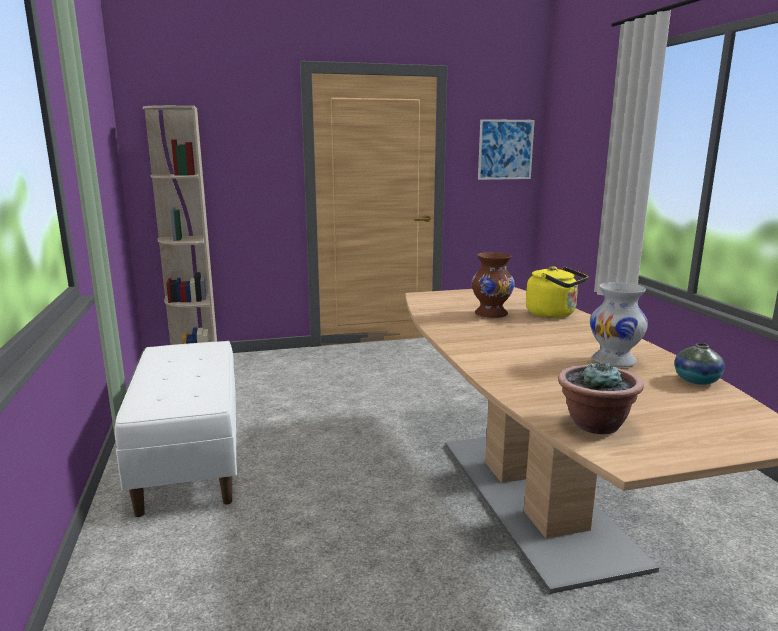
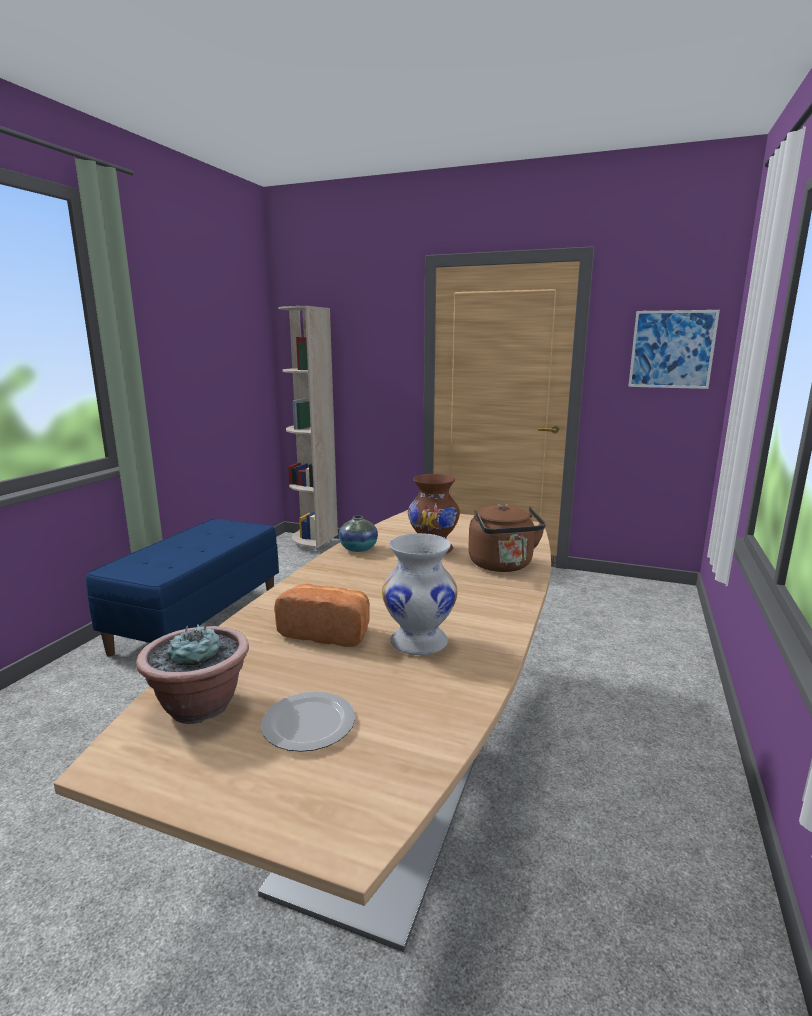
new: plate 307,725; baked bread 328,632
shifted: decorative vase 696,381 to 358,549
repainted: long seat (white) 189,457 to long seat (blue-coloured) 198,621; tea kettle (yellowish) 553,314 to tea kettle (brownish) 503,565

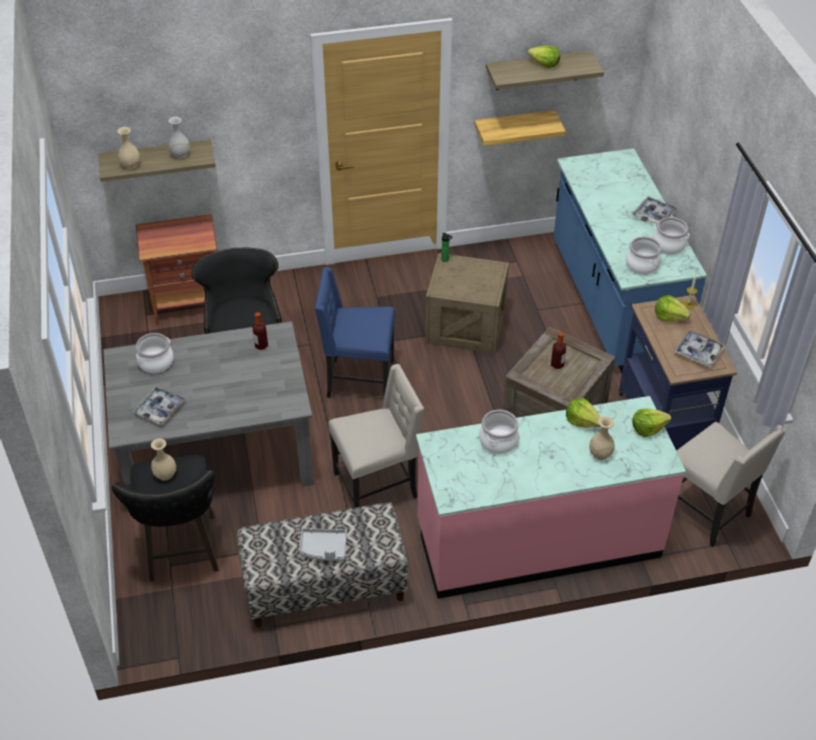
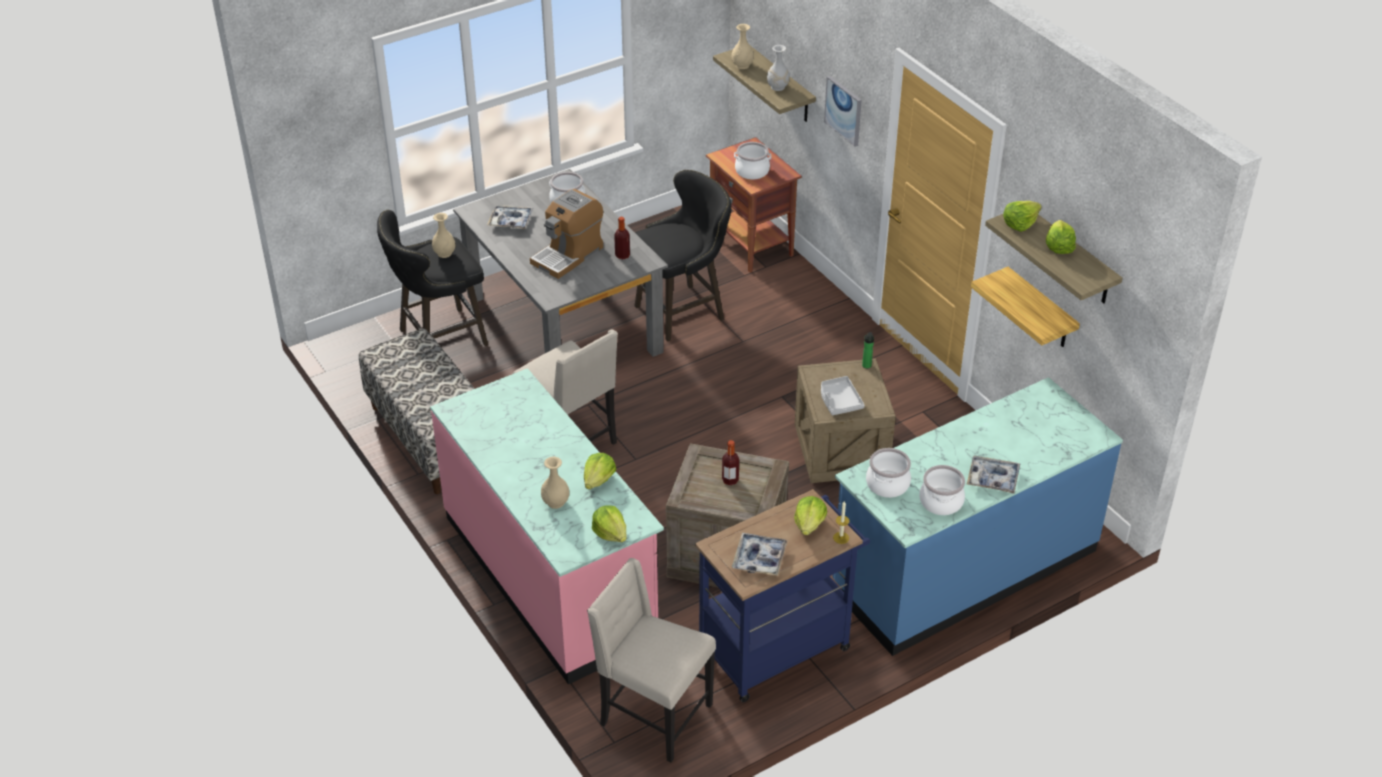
gone: plain chair (blue-coloured) 358,380
new: coffee brewer 568,255; picture 844,110; lettuce 1020,223
shifted: saucepot 498,441 to 752,171; serving tray (greyish) 323,548 to 839,401
rotated: plain chair (beige) 707,512 = 653,716 90 degrees clockwise

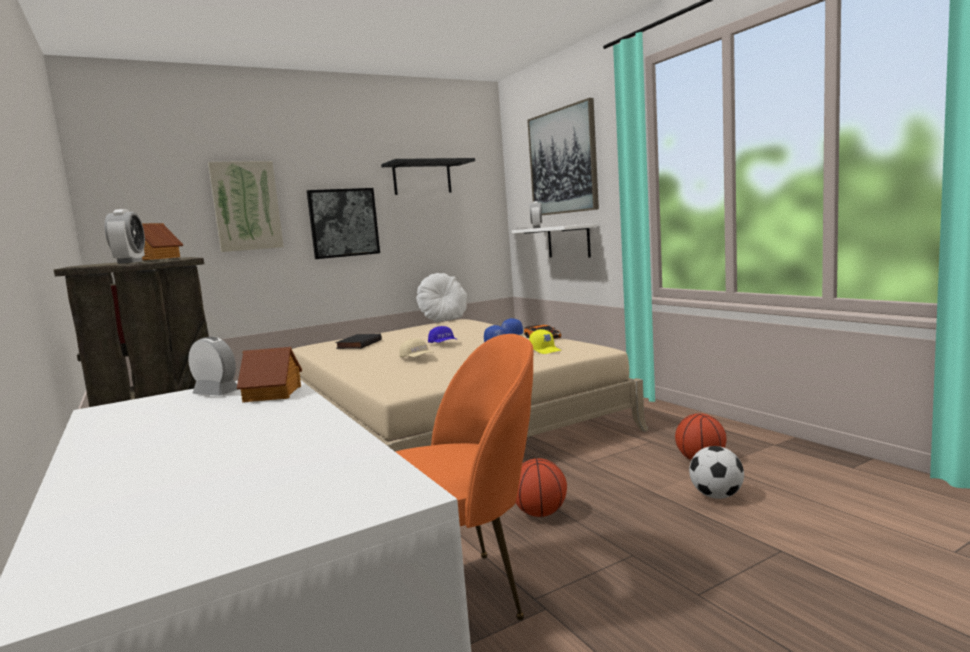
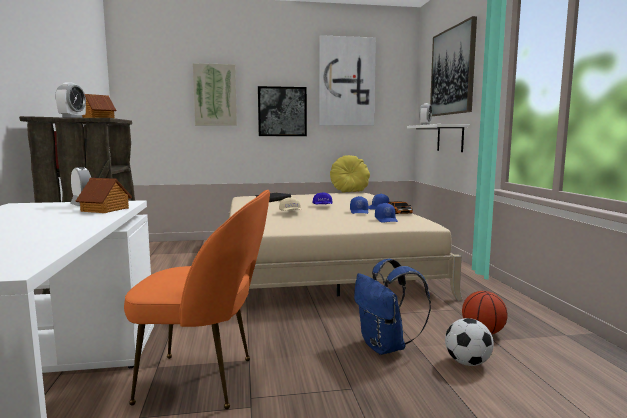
gone: ball for basketball 540,513
new: backpack (blue-coloured) 386,347
swapped: shelf (black) 422,178 to picture 346,82
repainted: throw pillow (white) 443,320 to throw pillow (yellowish) 349,192; cap (yellowish) 545,350 to cap (blue-coloured) 386,220

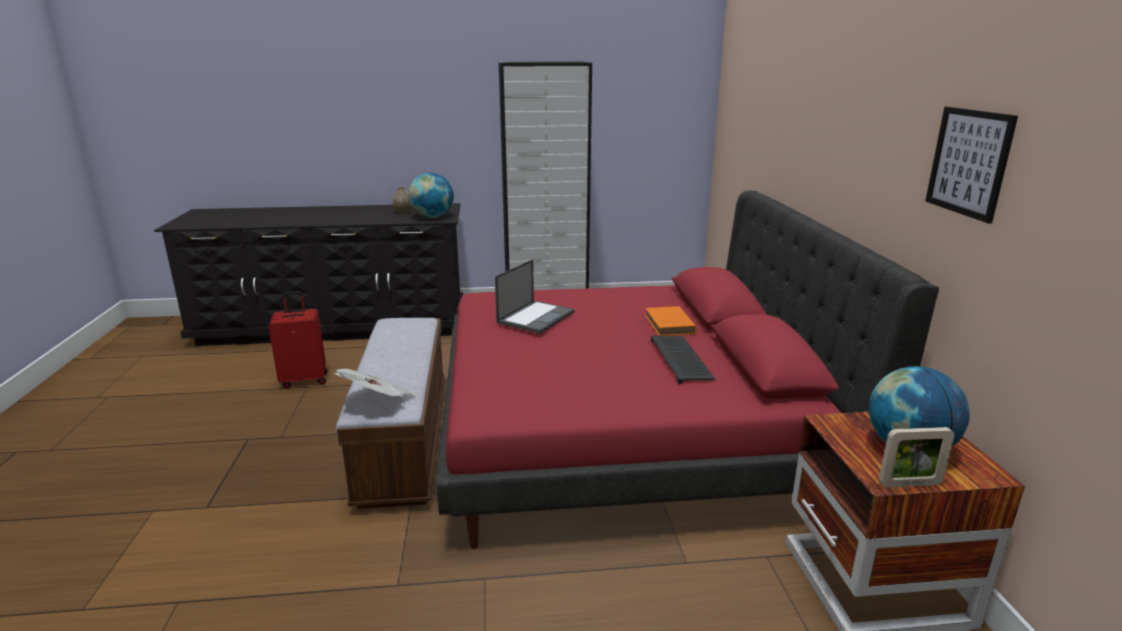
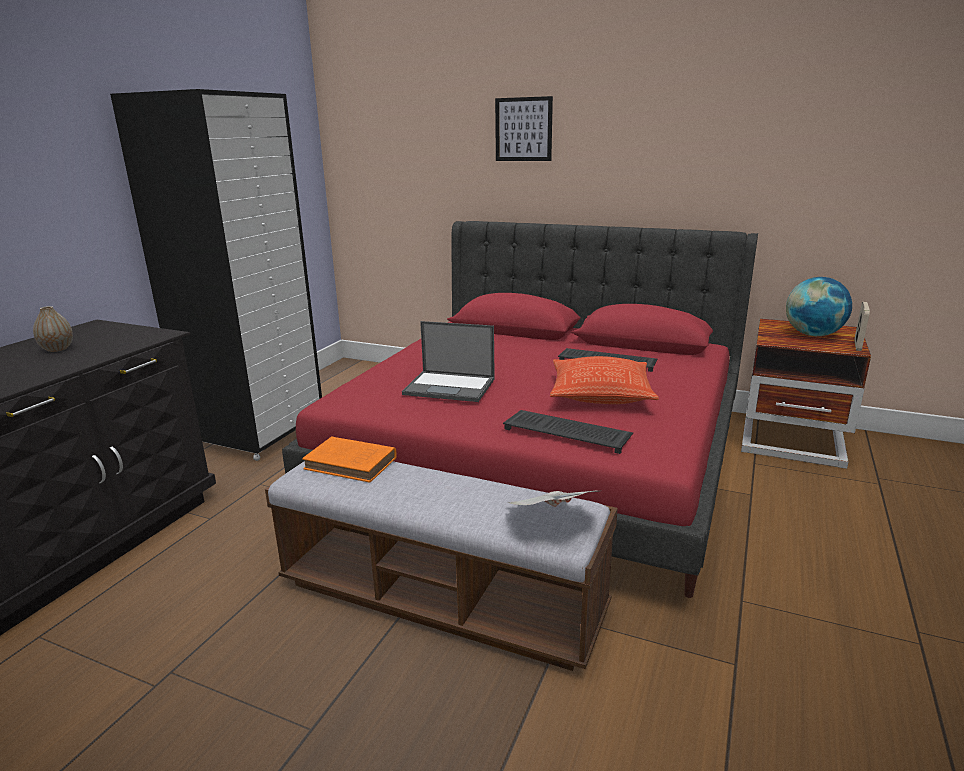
gone: travel case (red) 304,380; globe 432,217
new: keyboard 568,432; throw pillow (orange) 600,395
shifted: book (orange) 670,325 to 353,464; picture 969,162 to 523,129
rotated: portable computer 536,317 = 451,387 135 degrees clockwise

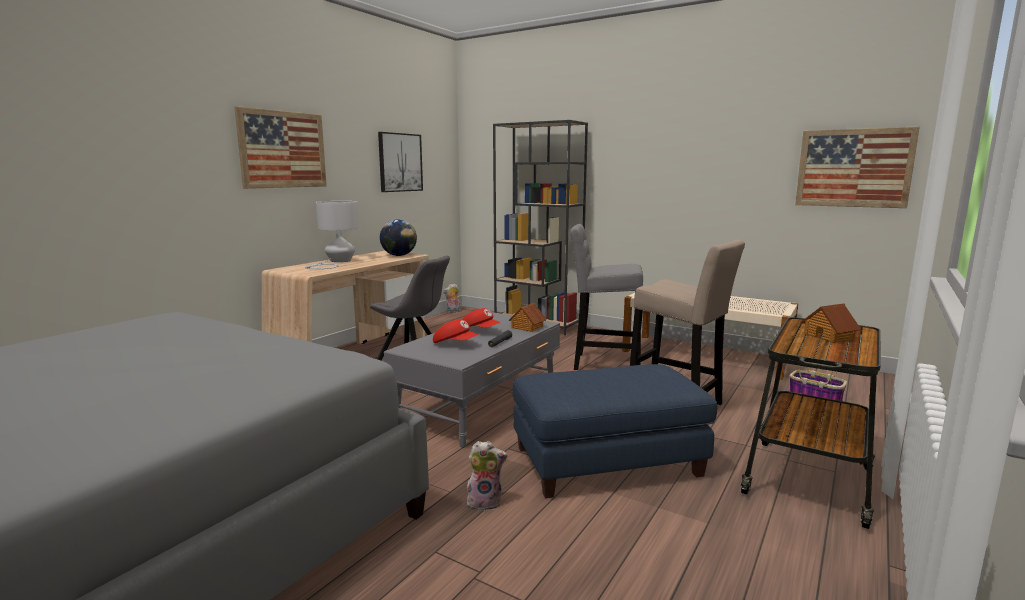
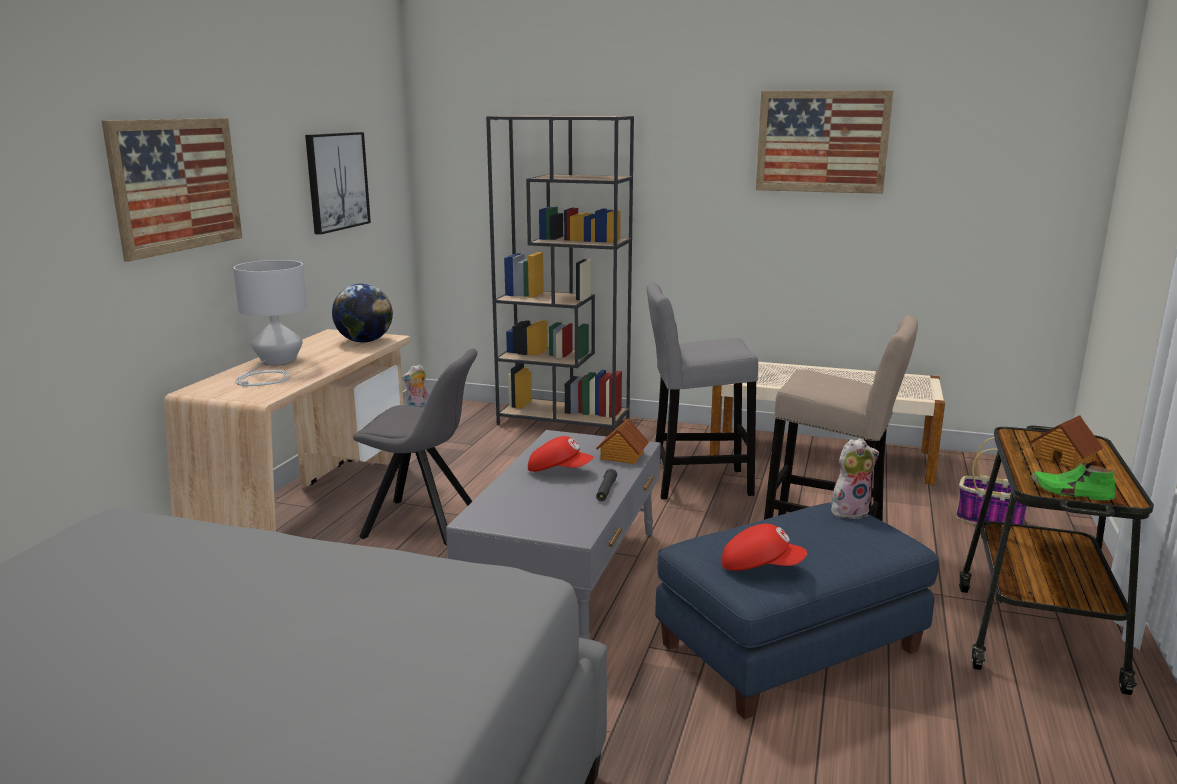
new: shoe (green) 1070,492
shifted: cap (red) 455,344 to 760,566; picture 853,168 to 822,141; soft toy 485,502 to 849,511

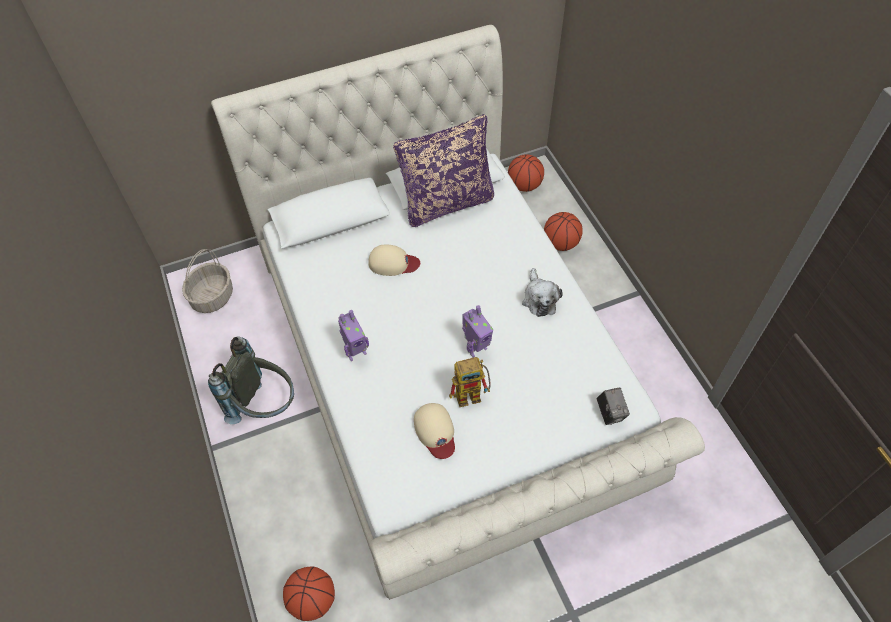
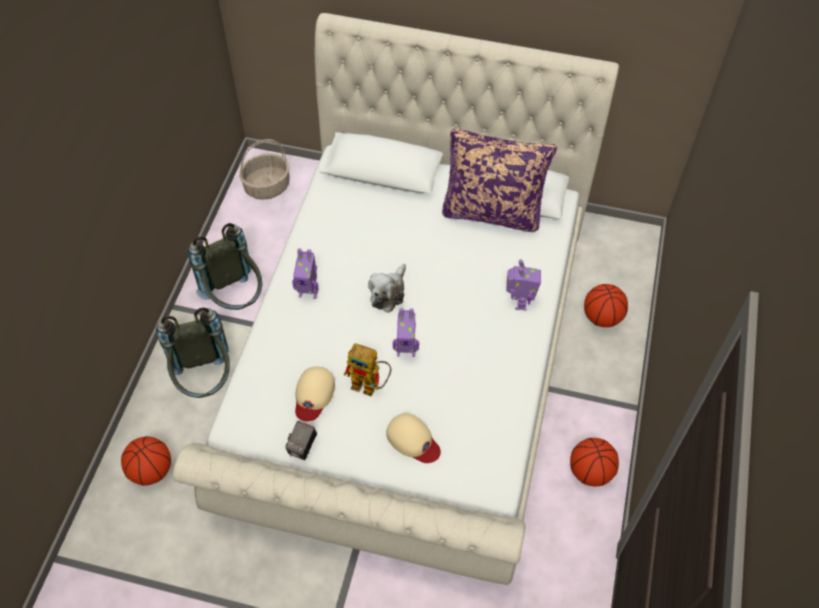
new: backpack (greyish) 205,381; toy robot 519,302
shifted: photo camera 610,413 to 302,447; soft toy 539,299 to 388,293; cap (beige) 393,263 to 413,440; ball for basketball 524,185 to 590,472

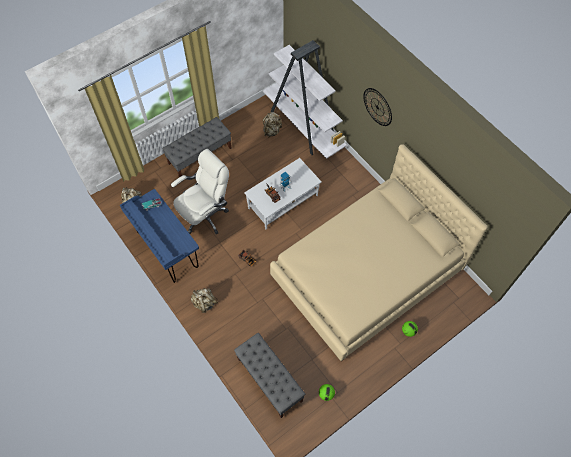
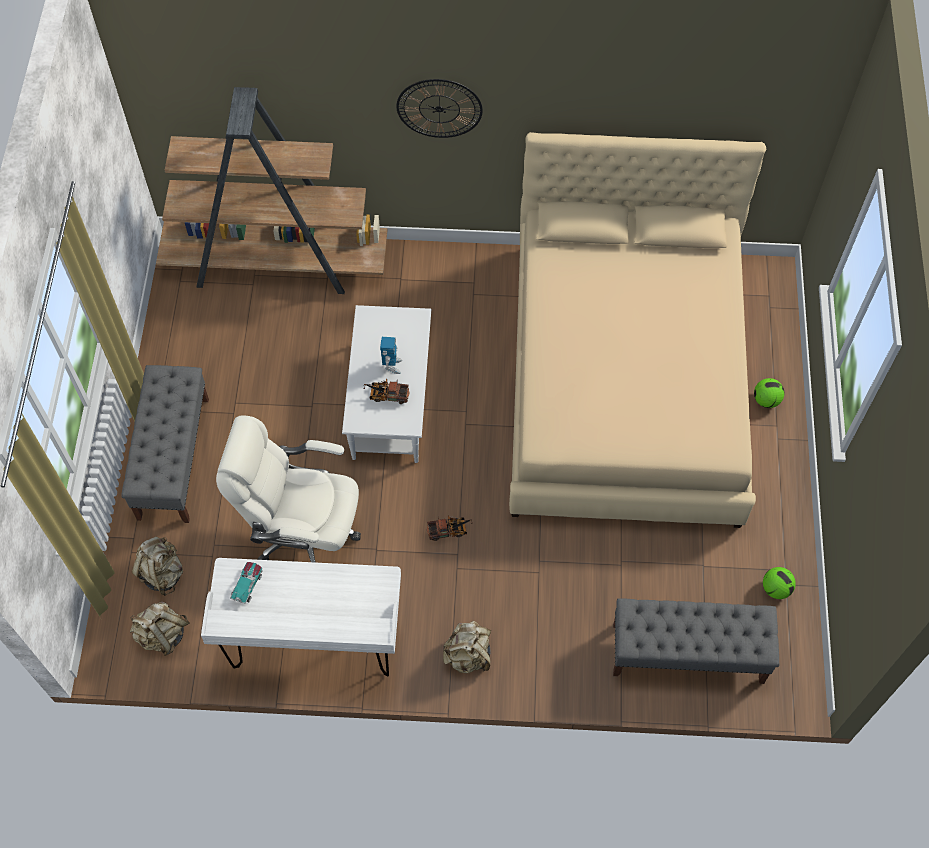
shifted: backpack (beige) 272,130 to 162,573
repainted: bookshelf (white) 303,126 to bookshelf (brownish) 277,264; desk unit (blue-coloured) 167,250 to desk unit (white) 314,644
rotated: computer chair (white) 206,216 = 304,535 75 degrees counterclockwise

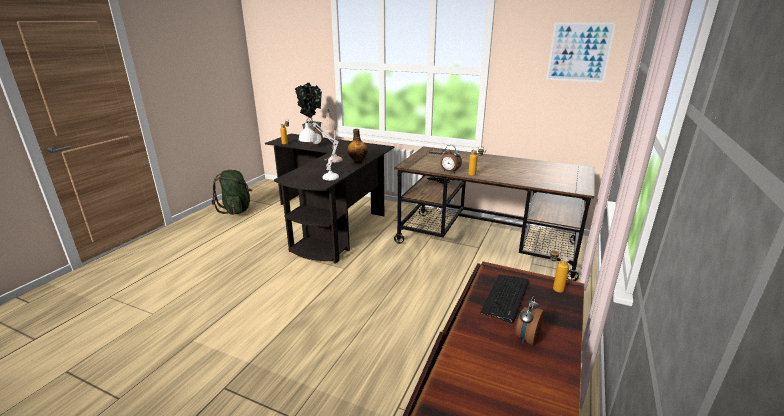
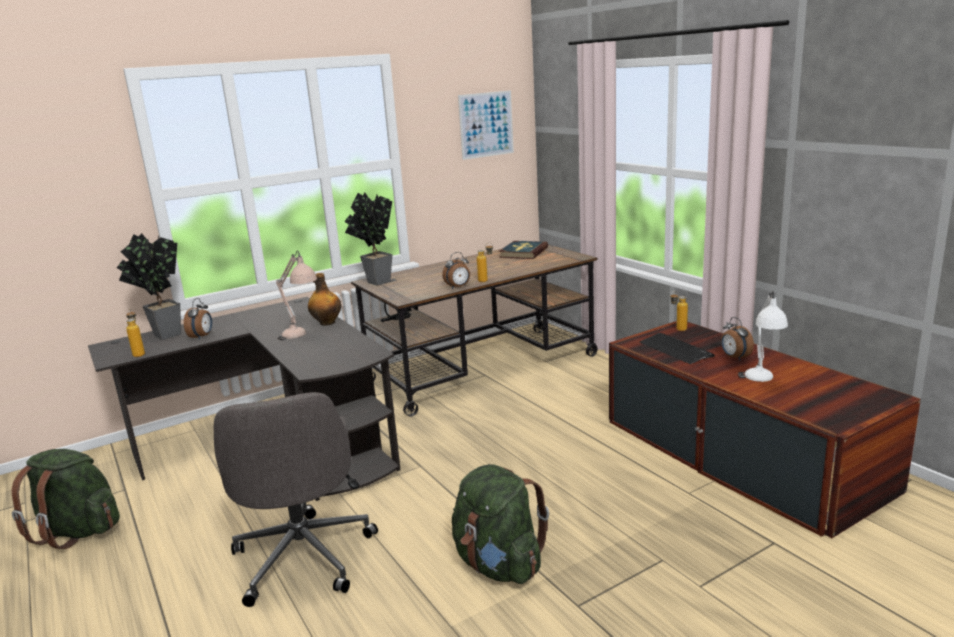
new: computer chair (greyish) 304,558; houseplant 375,282; backpack (green) 499,565; book 523,252
shifted: lamp for a table (white) 321,178 to 761,382

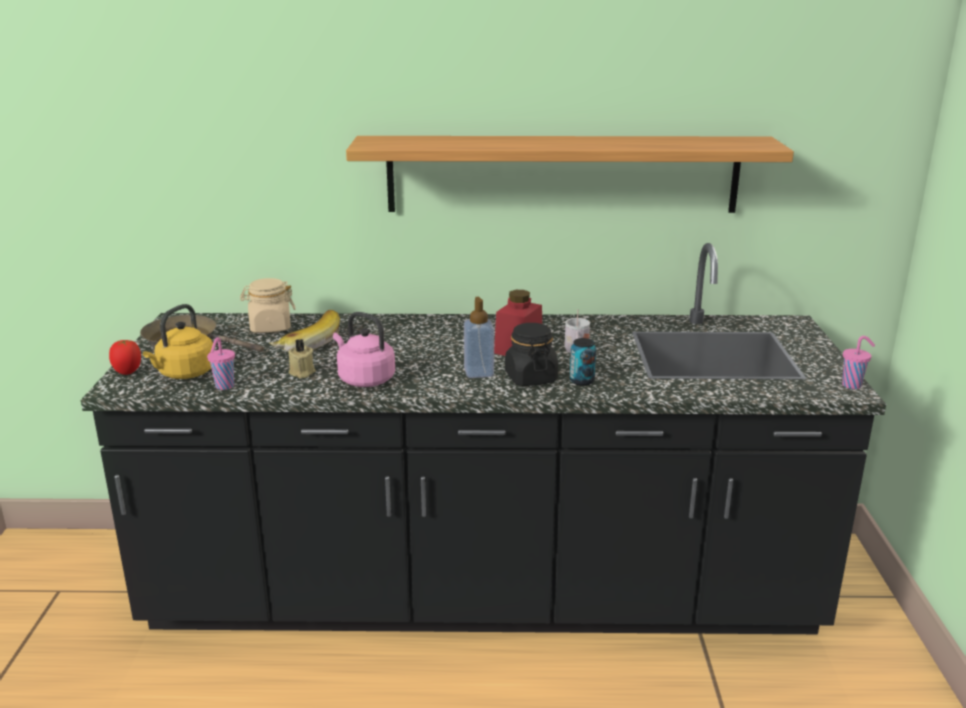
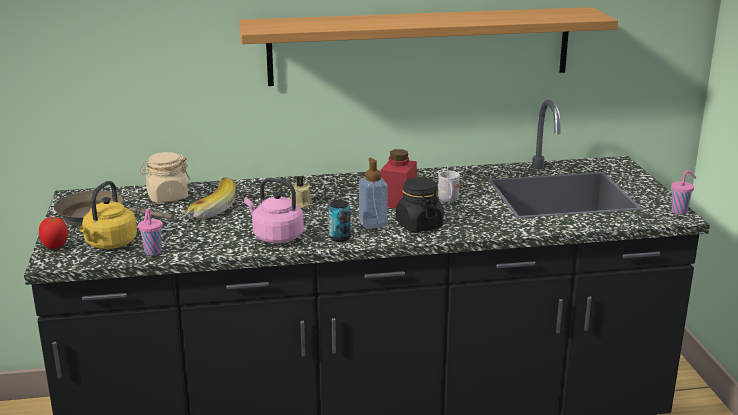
shifted: wax light (beige) 301,373 to 300,204; can 582,381 to 339,238

